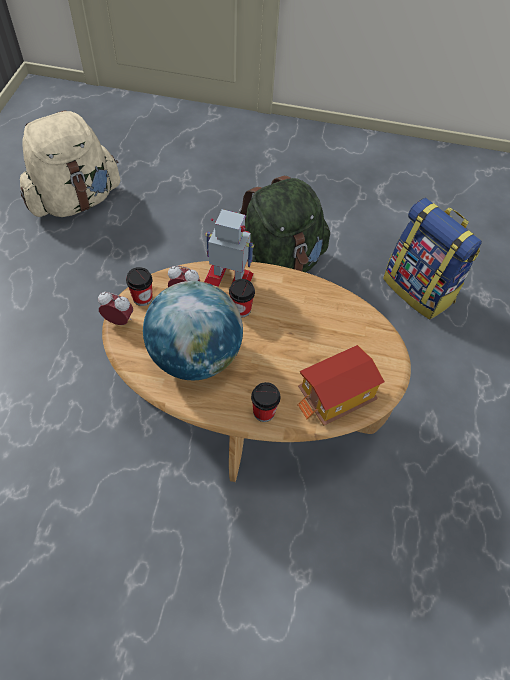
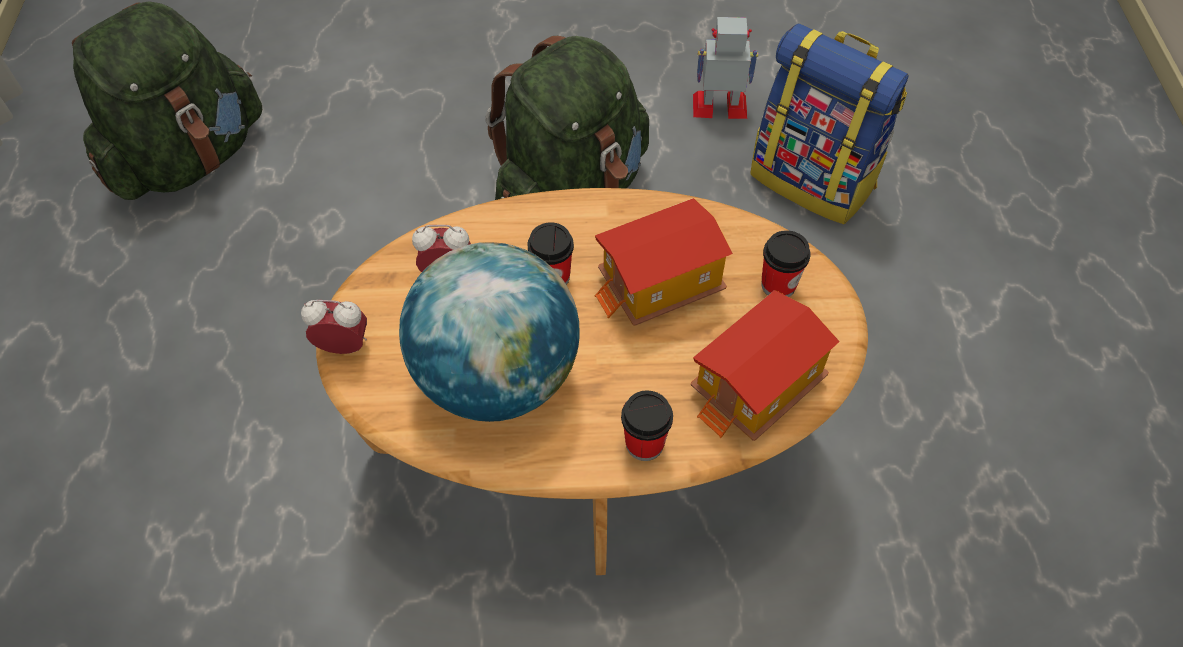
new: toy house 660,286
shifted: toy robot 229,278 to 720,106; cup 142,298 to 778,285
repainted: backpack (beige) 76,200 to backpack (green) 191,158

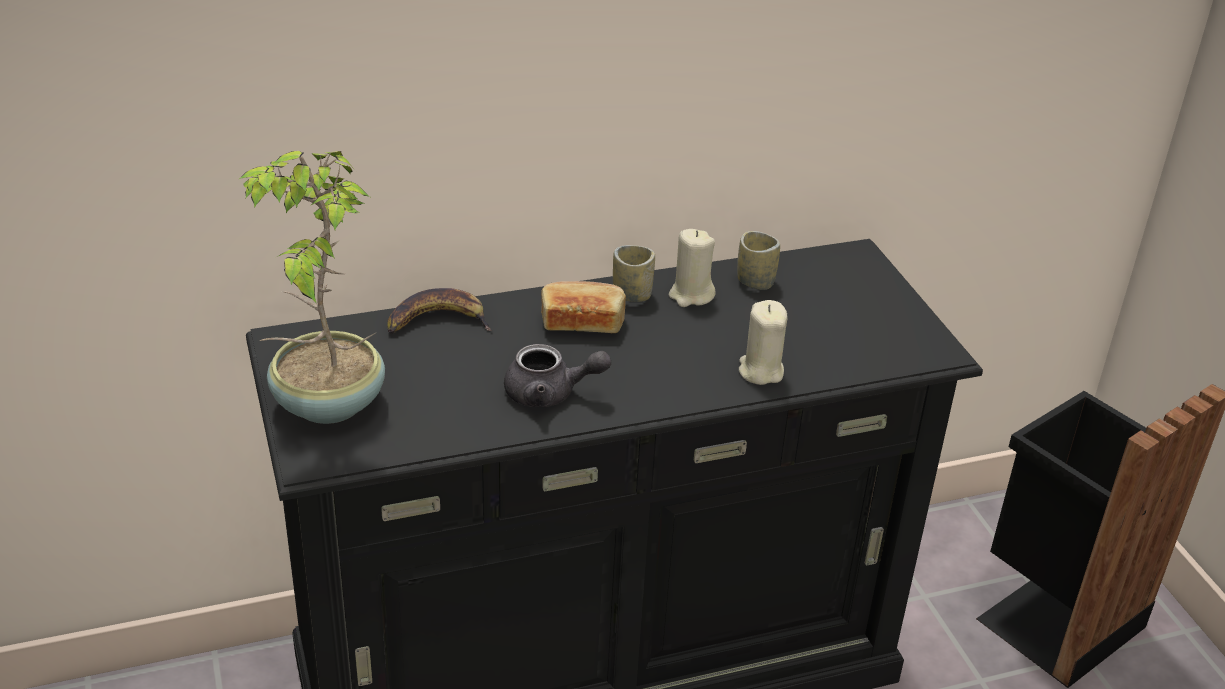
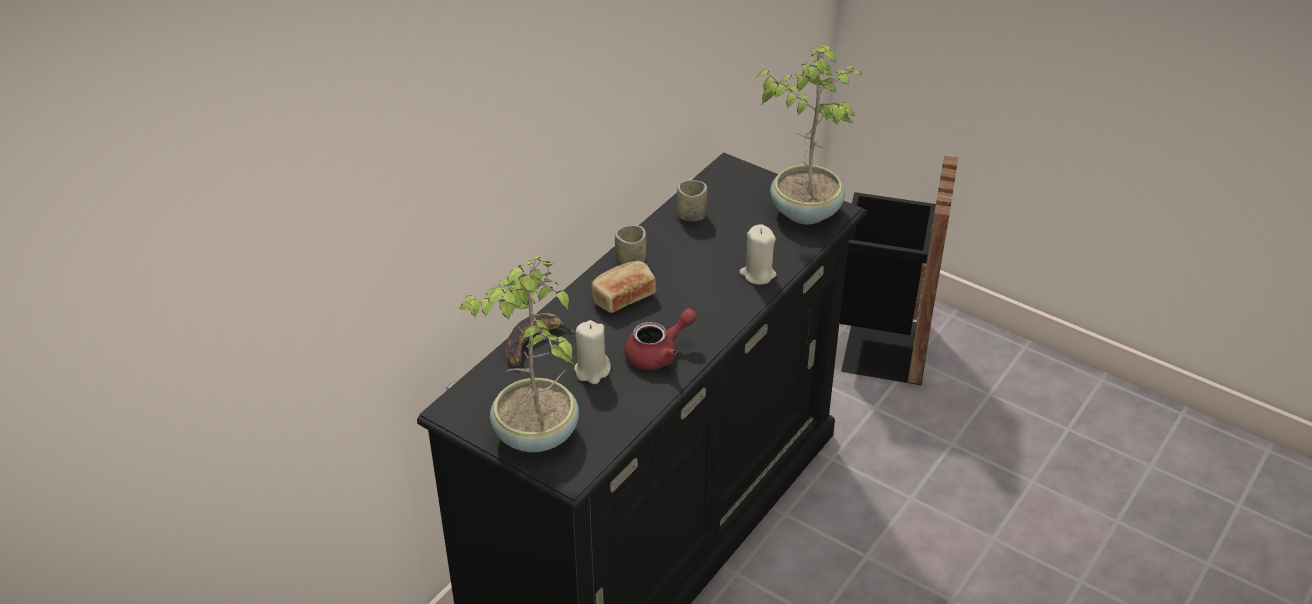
new: houseplant 806,210
shifted: wax light (beige) 691,295 to 592,371
repainted: teapot (greyish) 550,393 to teapot (red) 658,353

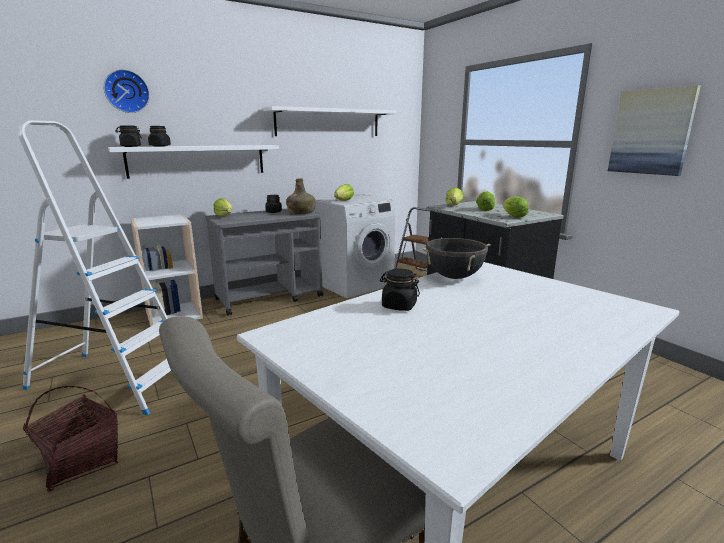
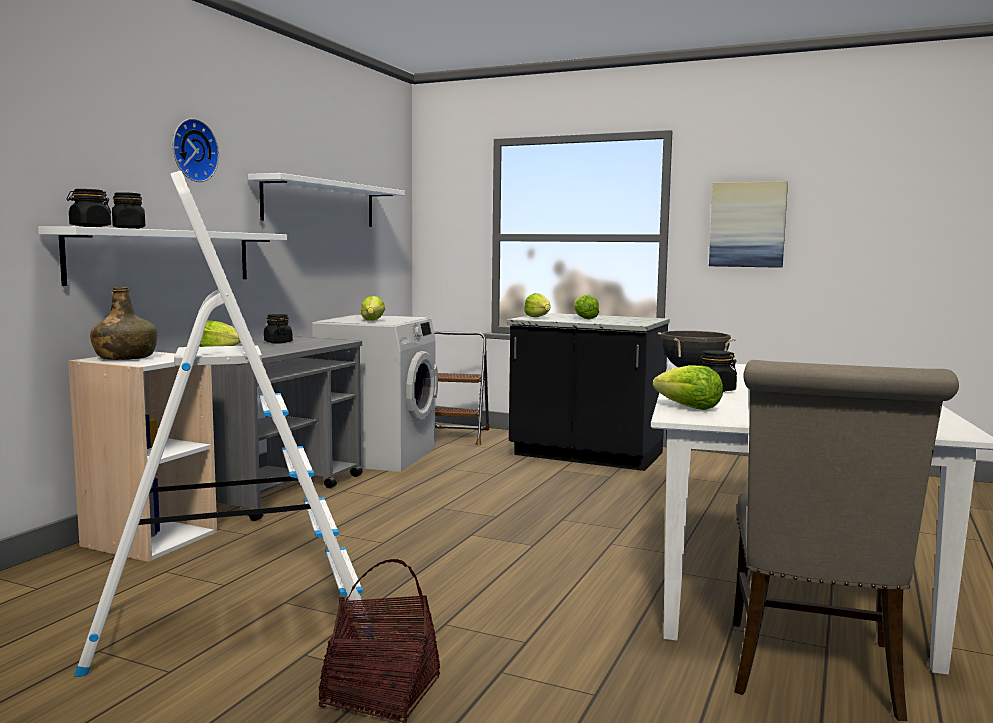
shifted: drink bottle (green) 301,212 to 125,358; hanging clock 126,91 to 192,150; lettuce 513,216 to 689,408

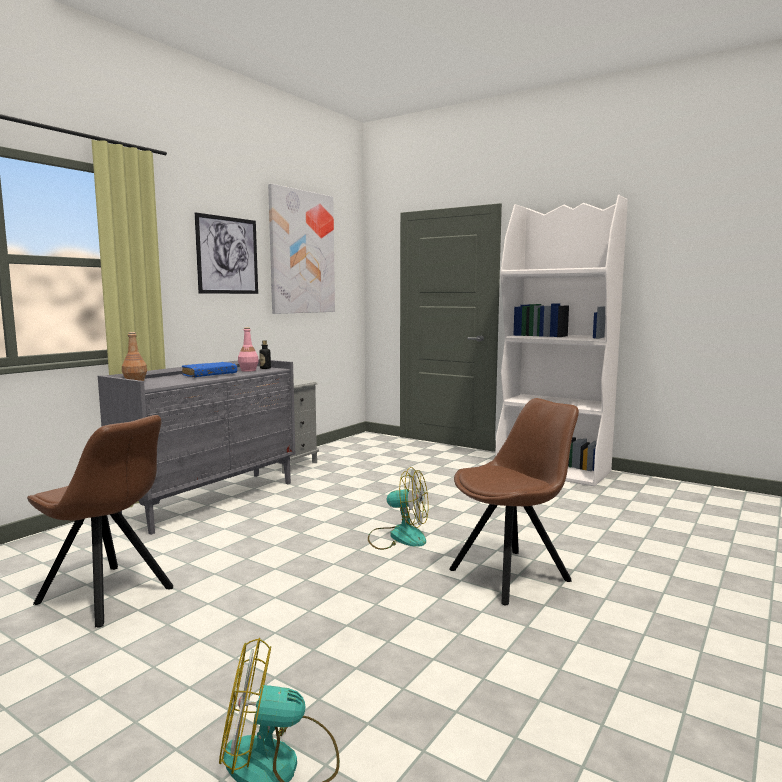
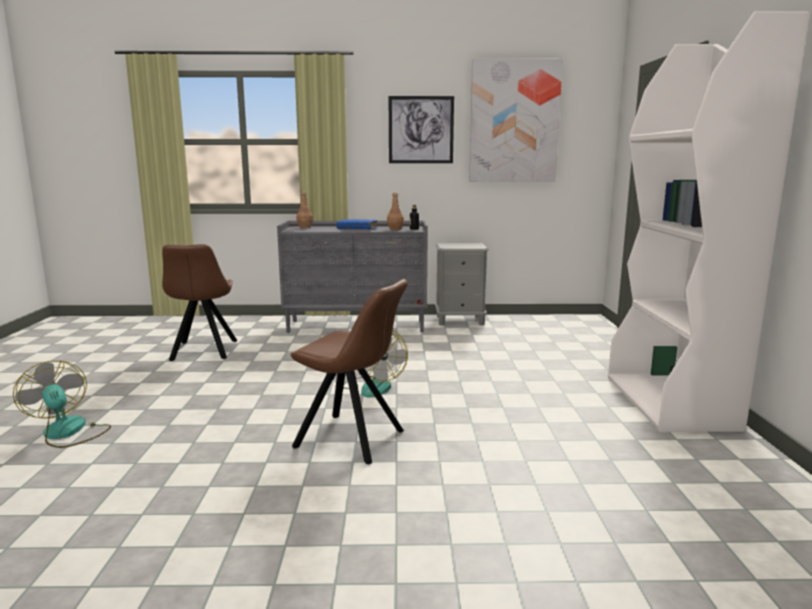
repainted: drink bottle (pink) 248,370 to drink bottle (brownish) 395,229

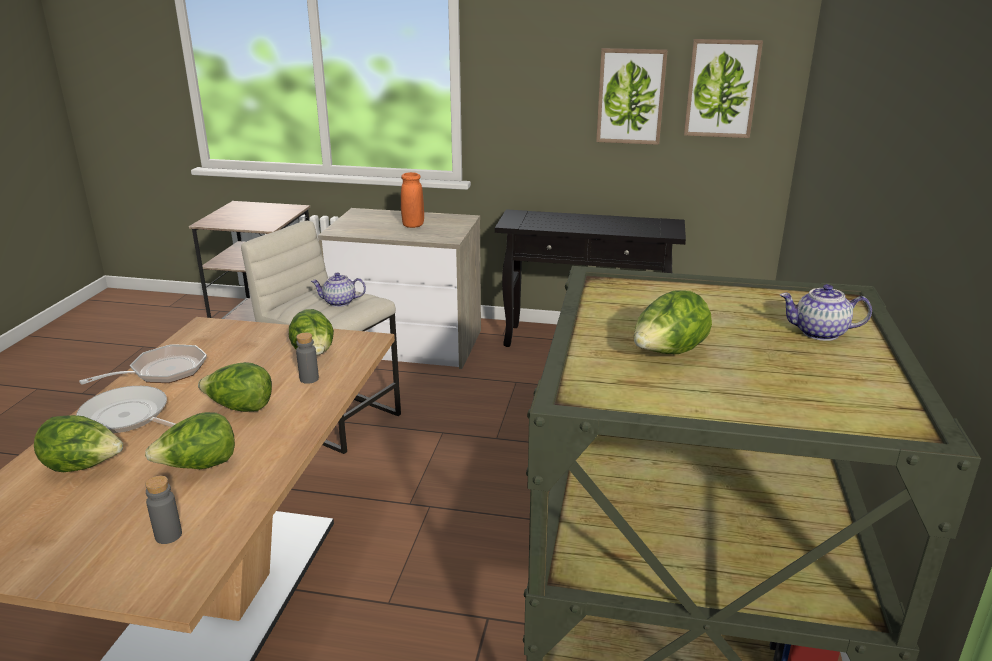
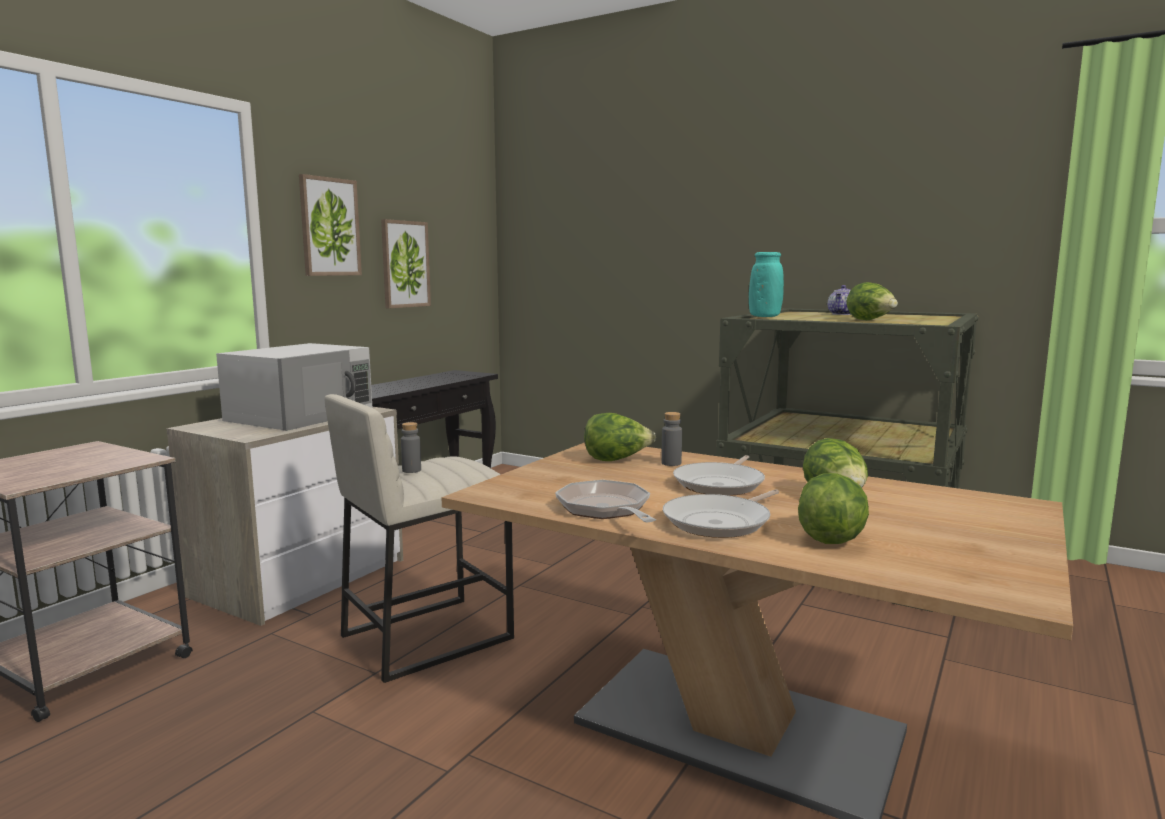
gone: teapot 339,302
new: decorative vase (turquoise-coloured) 765,316
shifted: picture 721,88 to 329,227; drink bottle (greyish) 168,535 to 411,470
swapped: decorative vase (orange) 413,225 to microwave oven (white) 302,415; lettuce 240,408 to pan 721,484

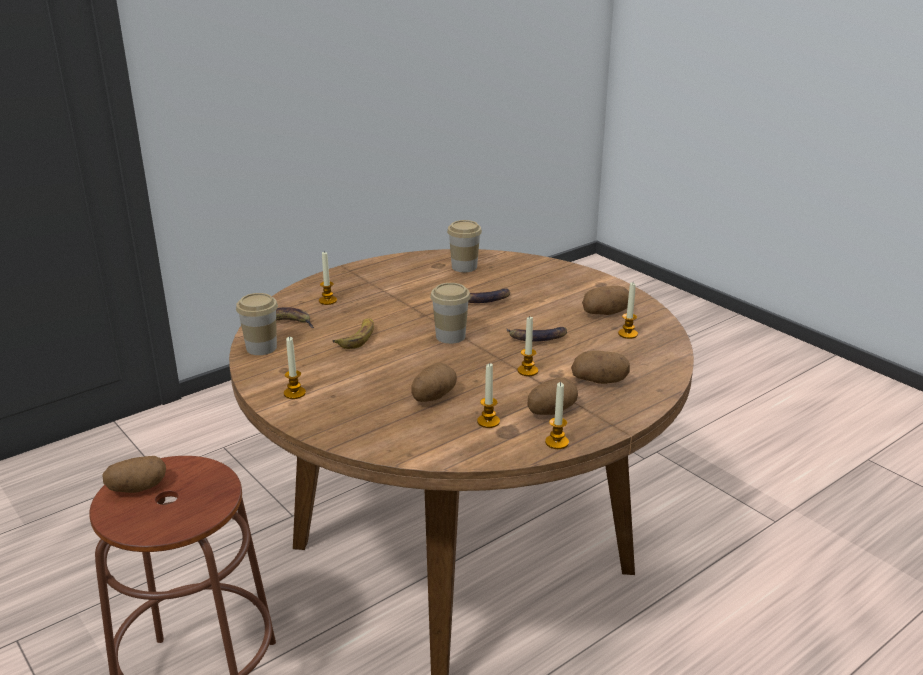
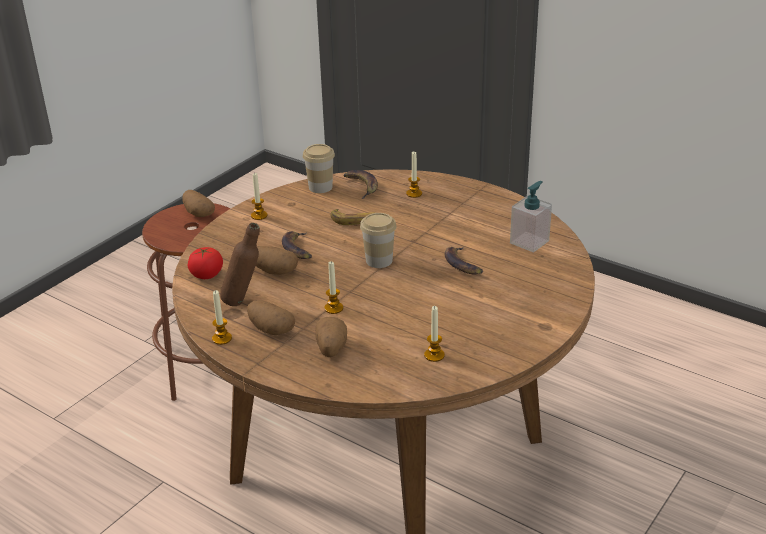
gone: spud 605,313
new: tomato 207,275
shifted: banana 537,337 to 298,248
swapped: wax light 488,421 to drink bottle (brownish) 244,302; cup 464,267 to soap dispenser 529,242

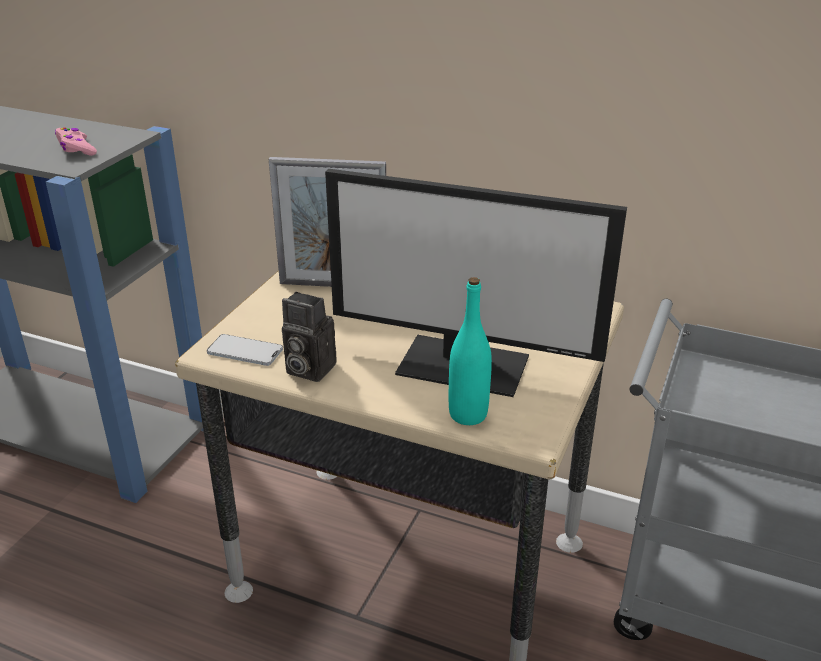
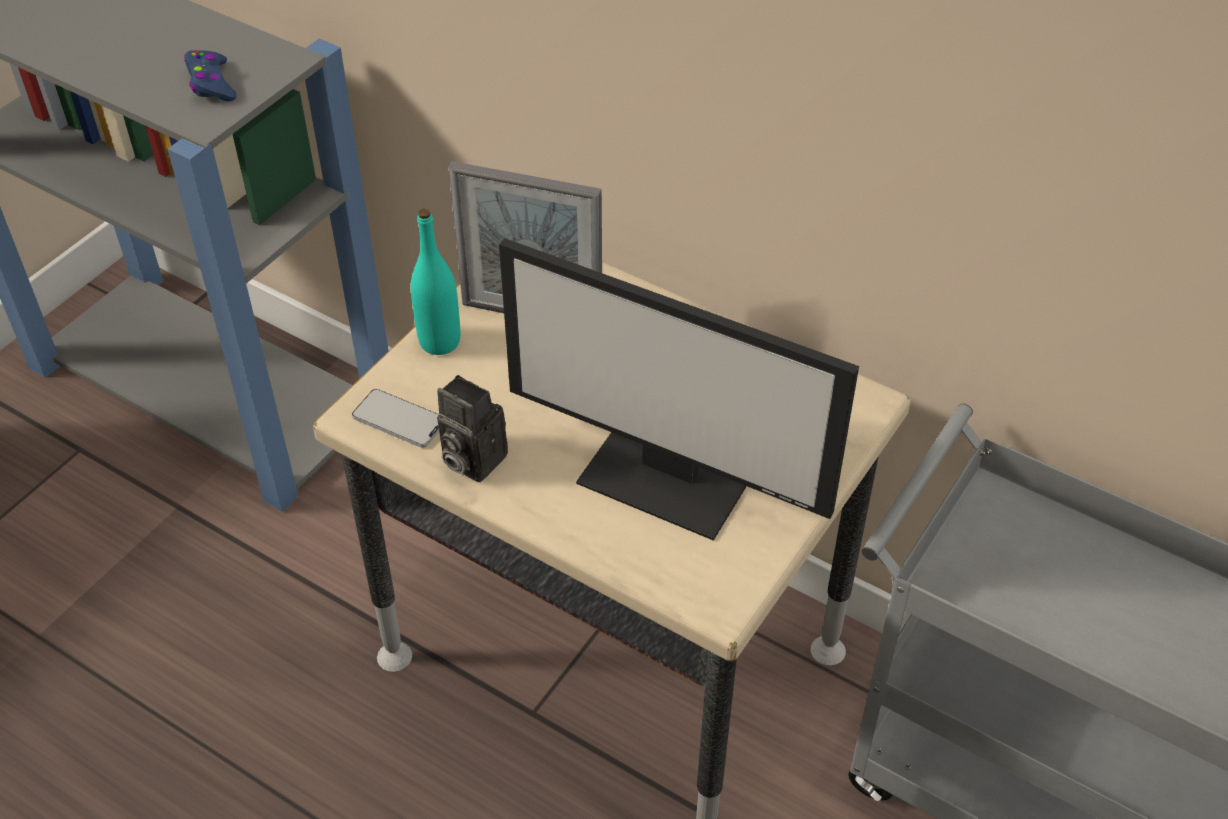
shifted: drink bottle (turquoise-coloured) 468,414 to 439,341
repainted: gamepad (pink) 76,149 to gamepad (blue-coloured) 211,84

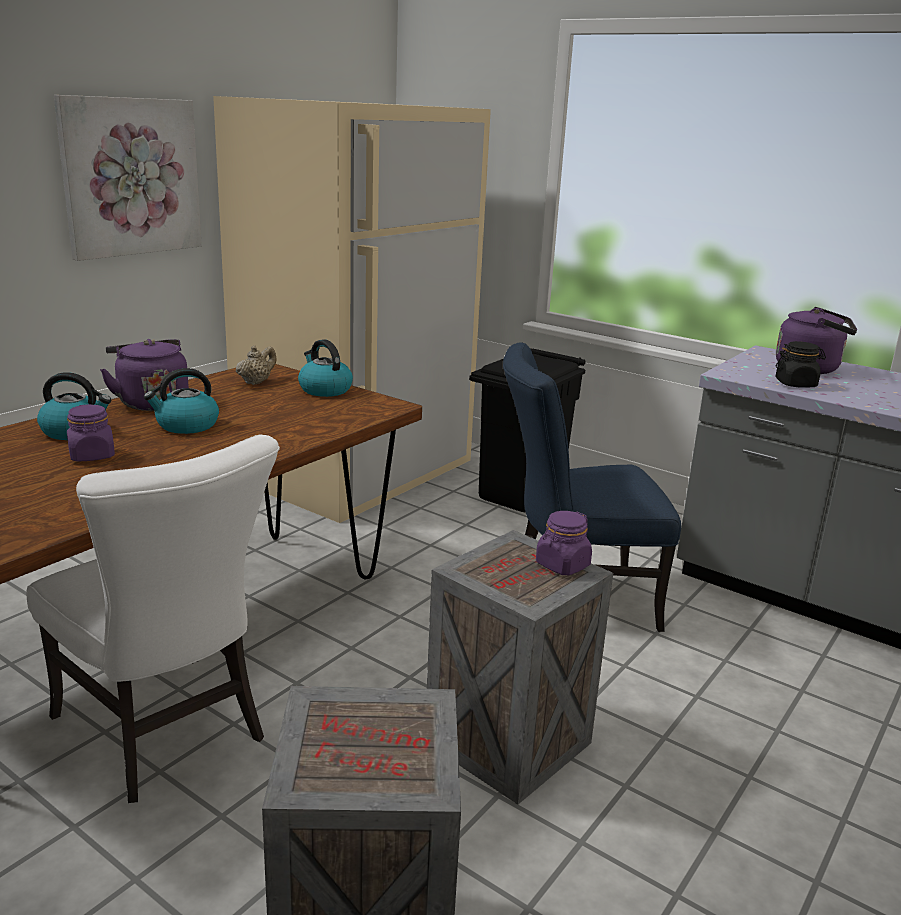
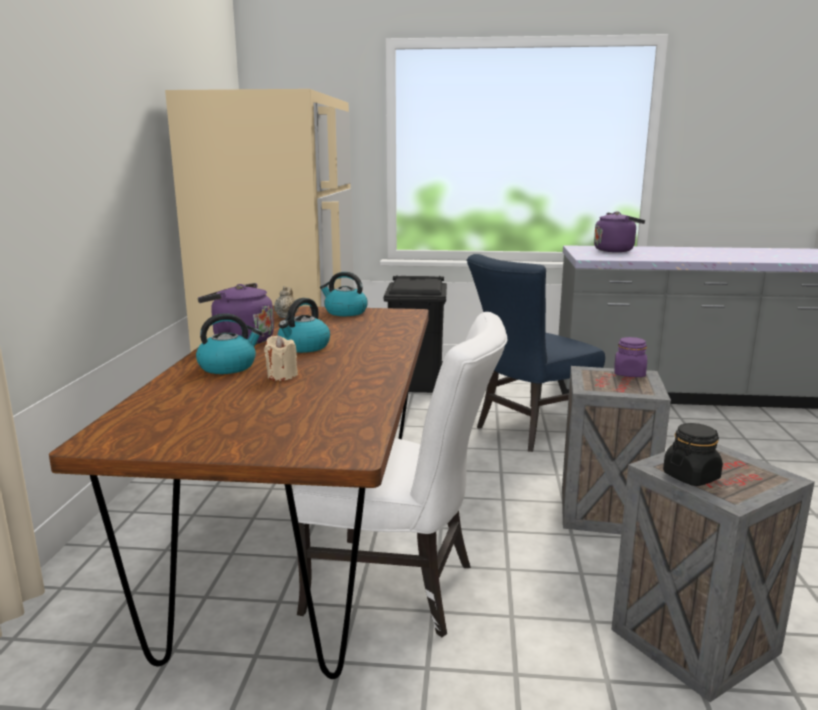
gone: picture 130,177
shifted: jar (black) 796,384 to 691,476
swapped: jar (purple) 92,455 to wax light (beige) 282,376

